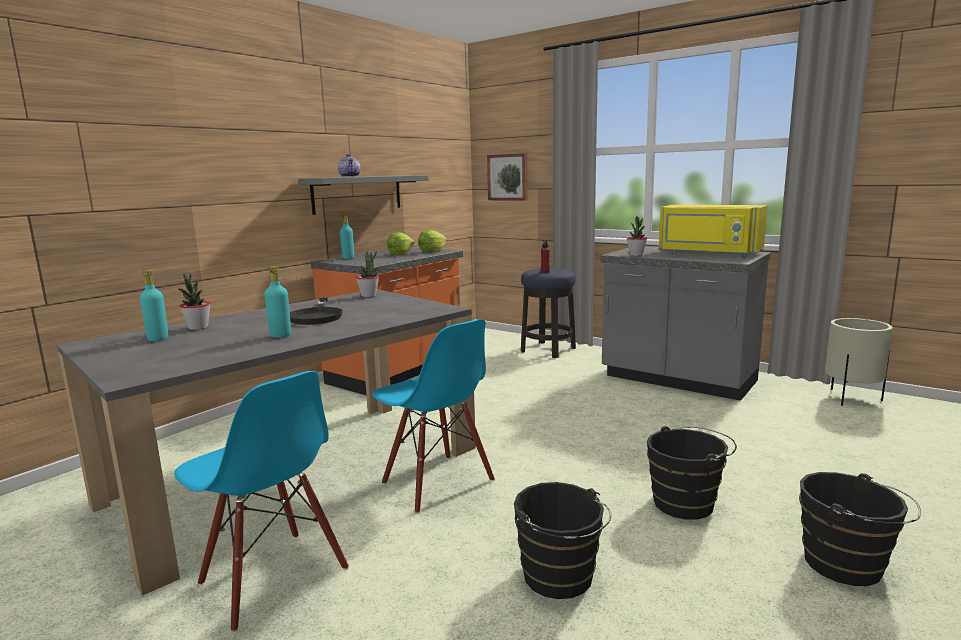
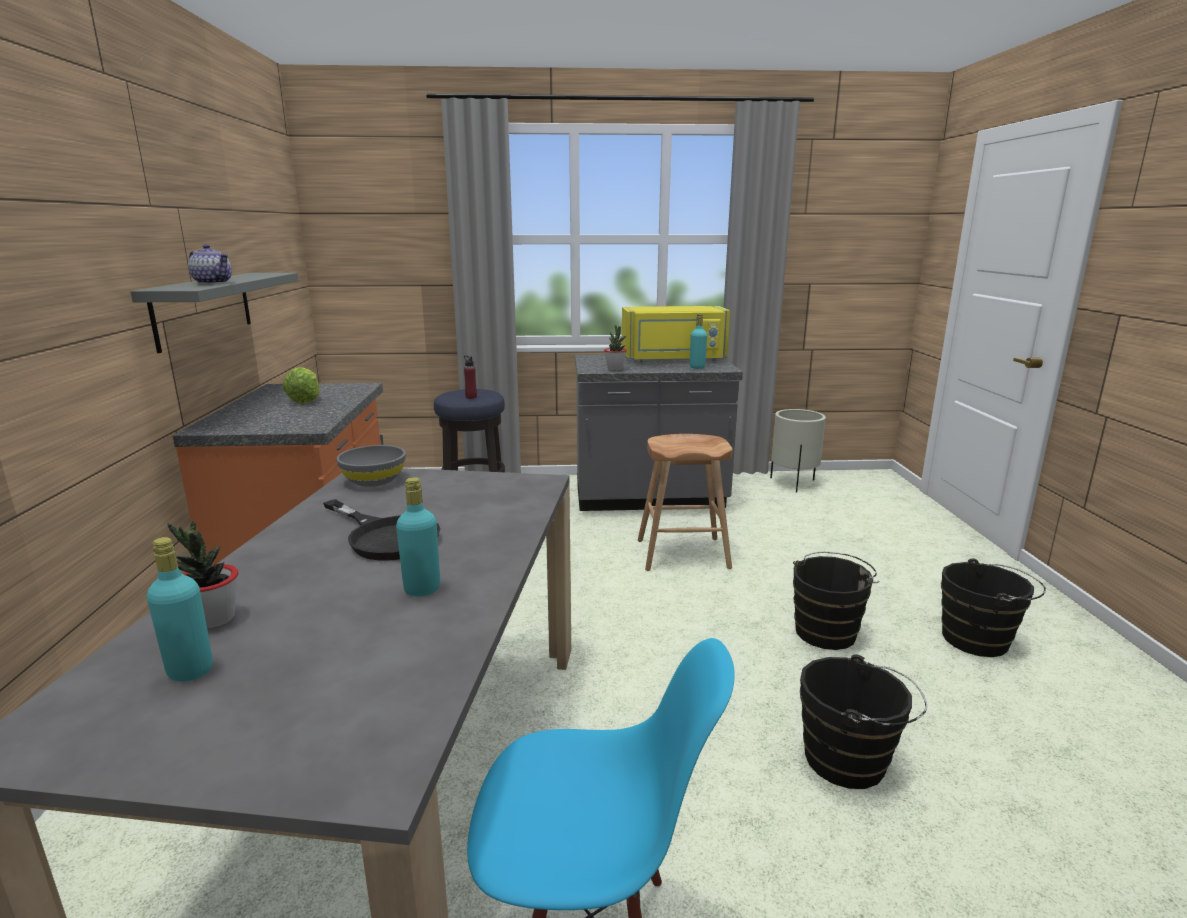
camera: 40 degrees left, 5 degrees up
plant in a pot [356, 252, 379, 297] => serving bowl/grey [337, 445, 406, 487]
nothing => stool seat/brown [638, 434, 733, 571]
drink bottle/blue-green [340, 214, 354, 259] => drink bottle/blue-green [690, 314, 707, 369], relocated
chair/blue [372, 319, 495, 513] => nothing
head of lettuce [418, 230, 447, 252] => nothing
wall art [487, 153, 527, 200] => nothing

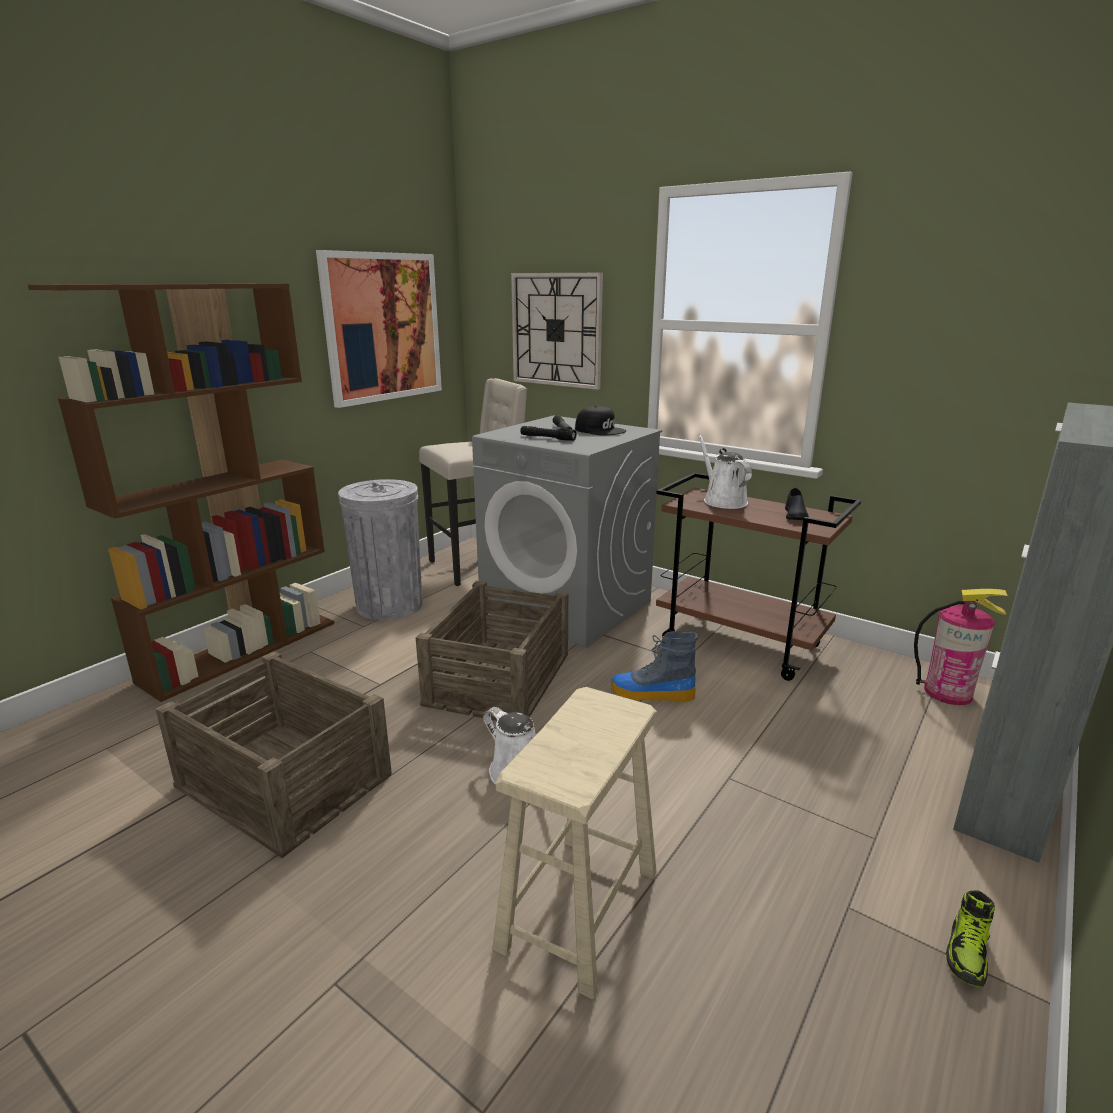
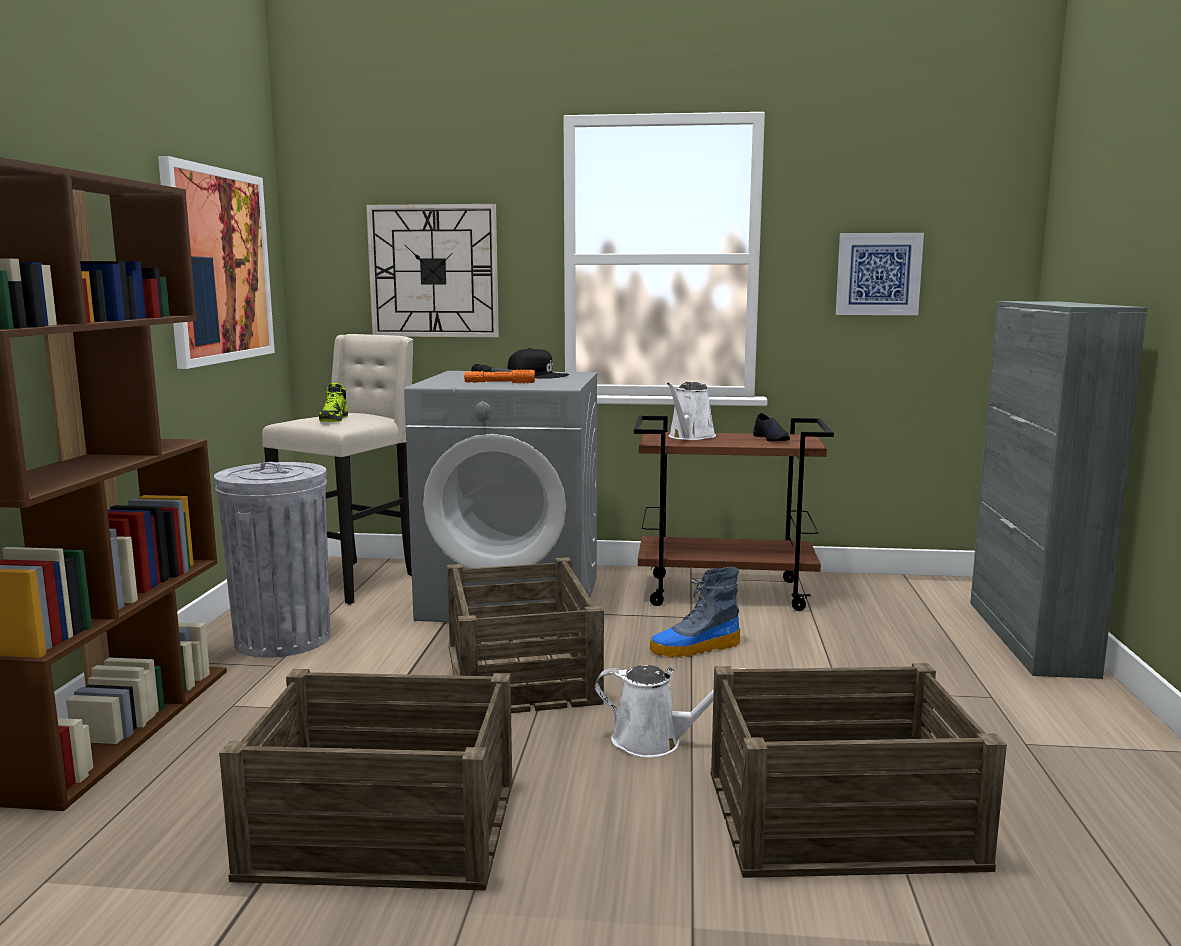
camera: 30 degrees left, 10 degrees down
shoe [946, 890, 995, 987] => shoe [319, 383, 348, 422], relocated
flashlight/blackish [520, 426, 576, 441] => flashlight/orange-coloured [464, 369, 535, 383]
watering pot/white-coloured [697, 434, 752, 509] => watering pot/white-coloured [667, 382, 716, 440], 105 degrees counterclockwise
stool seat/beige-coloured [492, 687, 657, 999] => packing crate [711, 663, 1007, 878]
nothing => wall art [836, 233, 924, 315]
extinguisher [914, 589, 1008, 705] => nothing

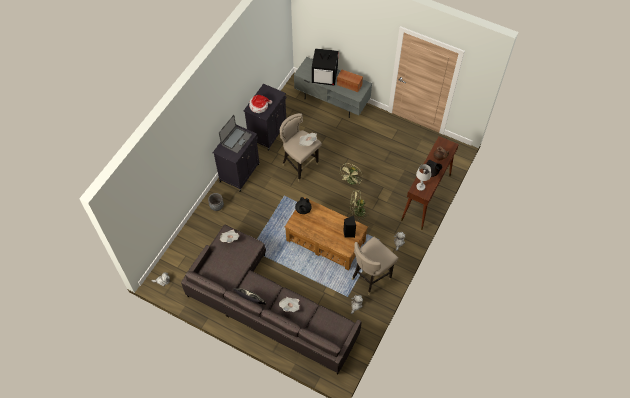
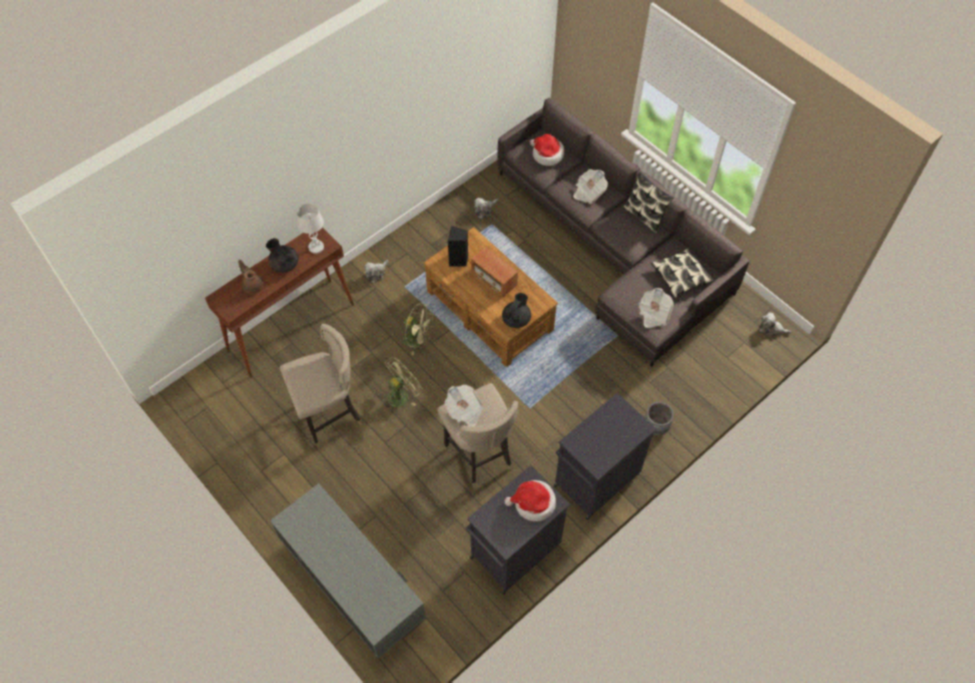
camera: 160 degrees left, 0 degrees up
stool seat/beige-coloured [352, 237, 398, 295] => stool seat/beige-coloured [280, 324, 362, 447], relocated
radio set [337, 69, 363, 92] => radio set [471, 247, 518, 297], relocated
nothing => hat [530, 134, 564, 166]
nothing => pillow [651, 247, 715, 298]
portable computer [219, 115, 252, 153] => nothing
TV set [312, 48, 338, 86] => nothing

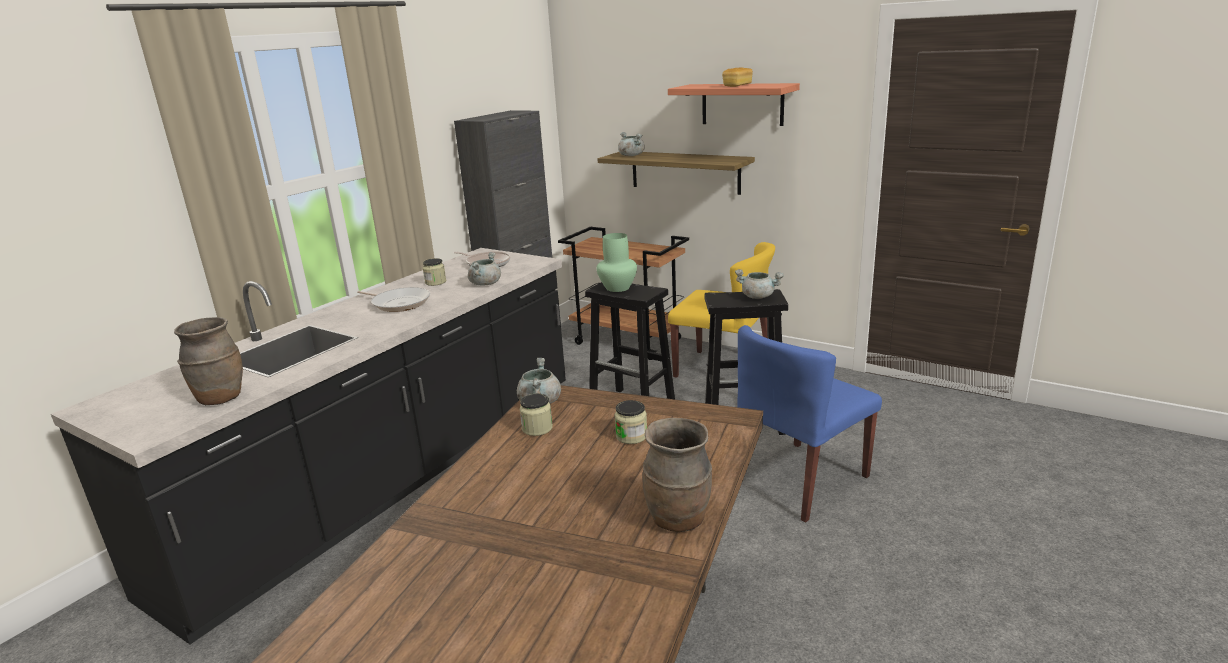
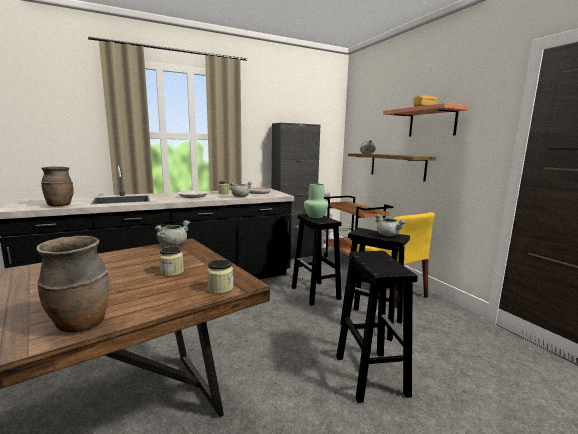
camera: 30 degrees right, 10 degrees down
preserve jar [520, 394, 553, 436] => preserve jar [207, 259, 233, 294], relocated
chair/blue [737, 325, 882, 523] => stool seat/blackish [336, 251, 418, 403]

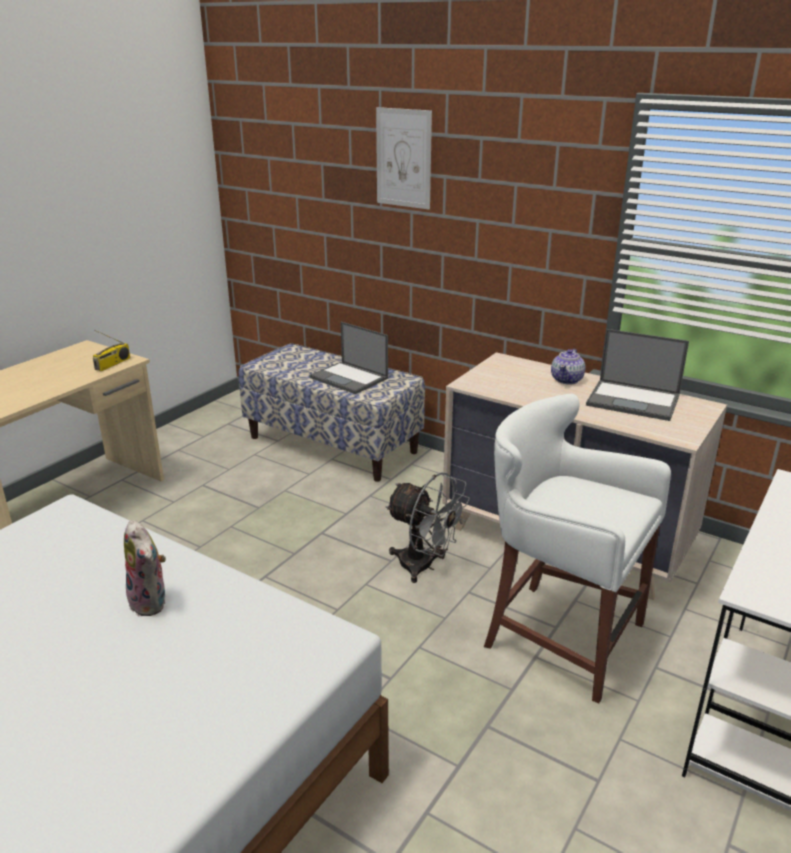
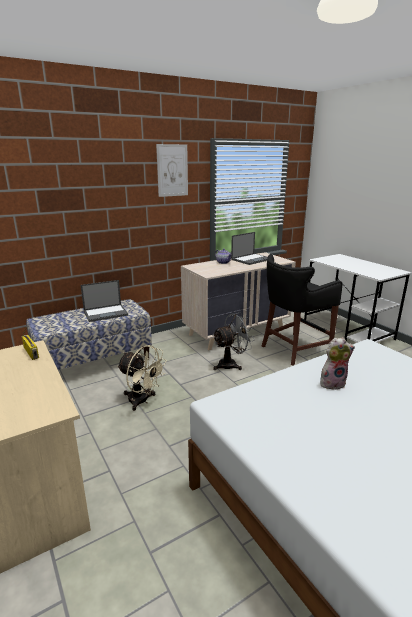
camera: 65 degrees left, 5 degrees down
nothing => electric fan/beige-coloured [117, 345, 167, 411]
wall art [376, 107, 432, 209] => wall art [156, 144, 188, 197], relocated
stool seat/white-coloured [484, 394, 671, 704] => stool seat/blackish [262, 254, 342, 365]

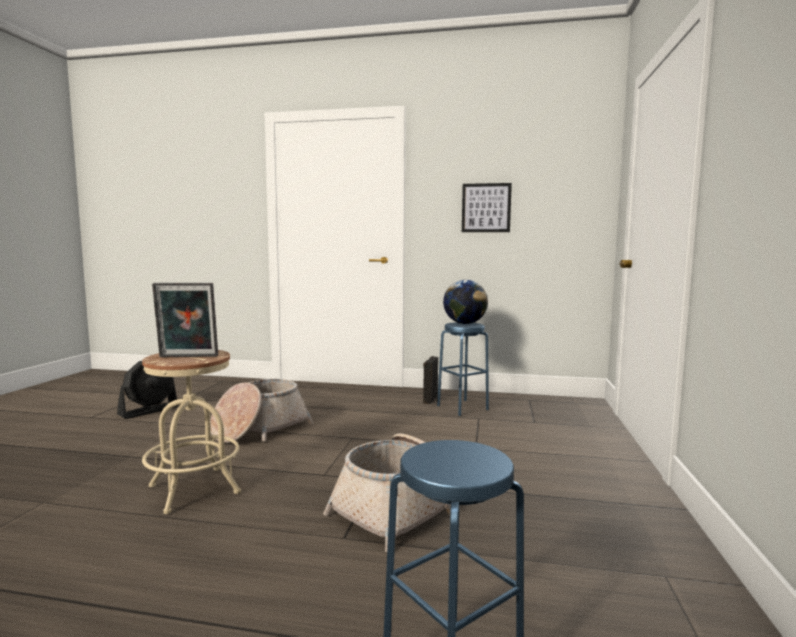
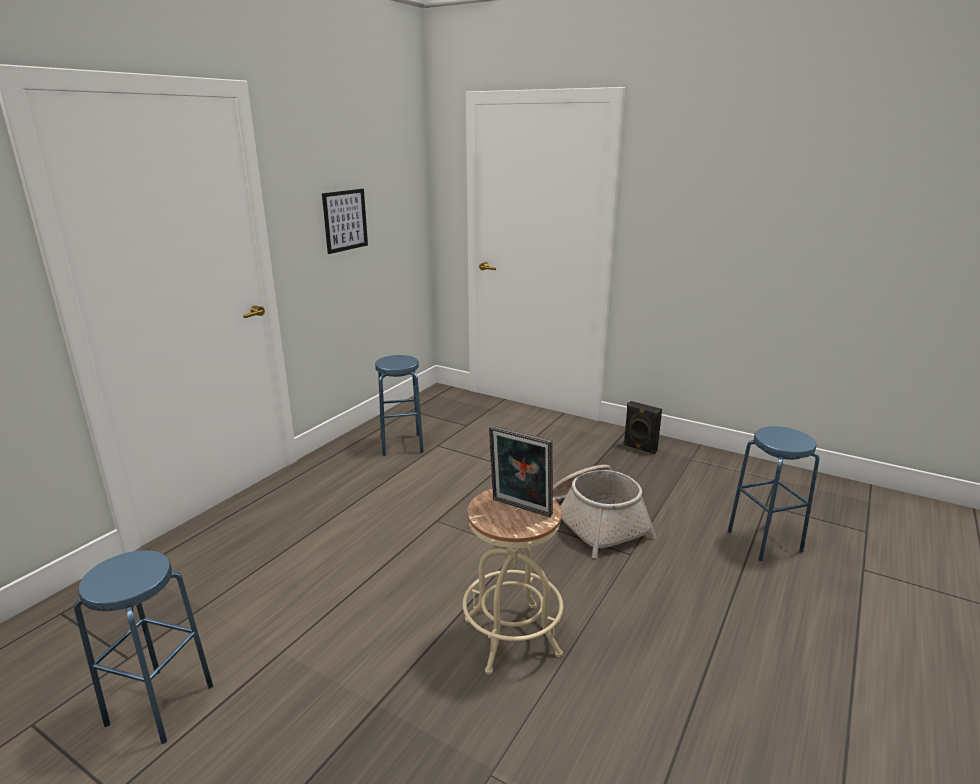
camera: 70 degrees left, 15 degrees up
electric fan/blackish [117, 361, 178, 419] => stool seat/blue [74, 550, 213, 744]
picture frame [152, 283, 218, 357] => picture frame [489, 425, 553, 517], 105 degrees clockwise
audio speaker/blackish [423, 356, 438, 404] => audio speaker/blackish [623, 401, 662, 455], relocated
basket [210, 379, 313, 443] => nothing
desk globe [443, 280, 488, 324] => nothing

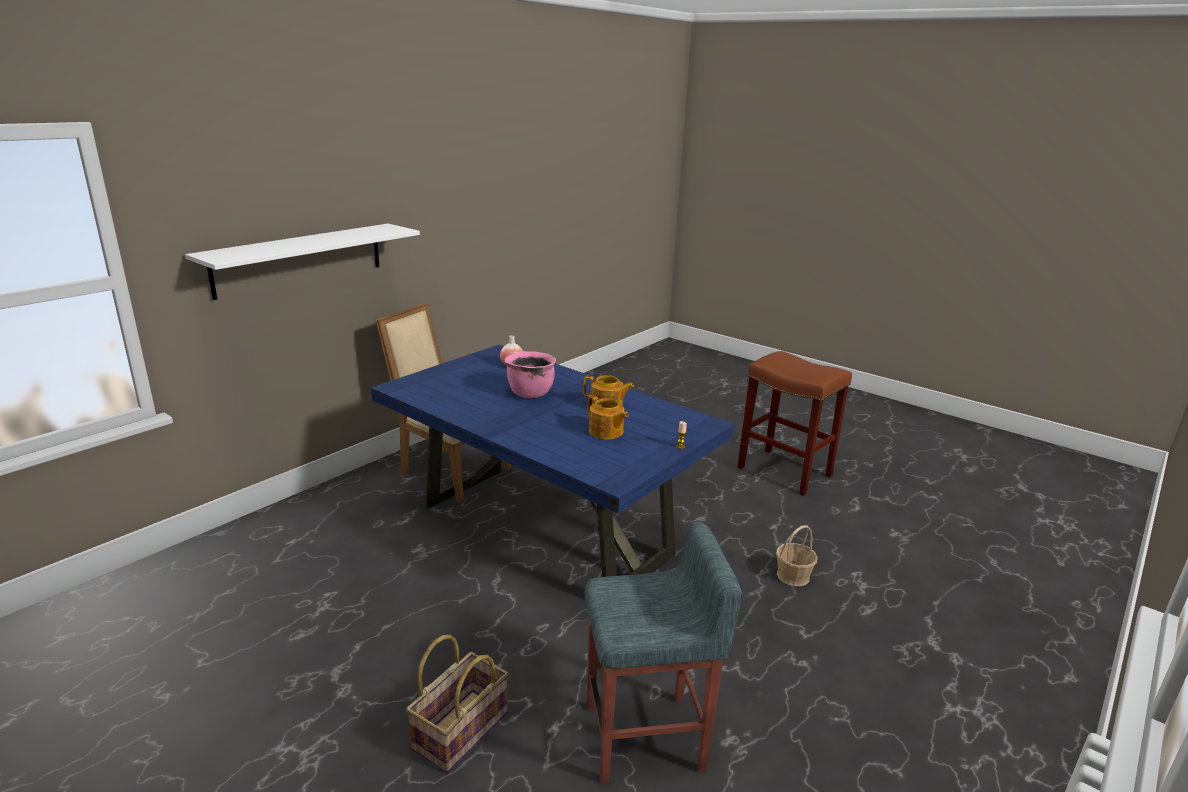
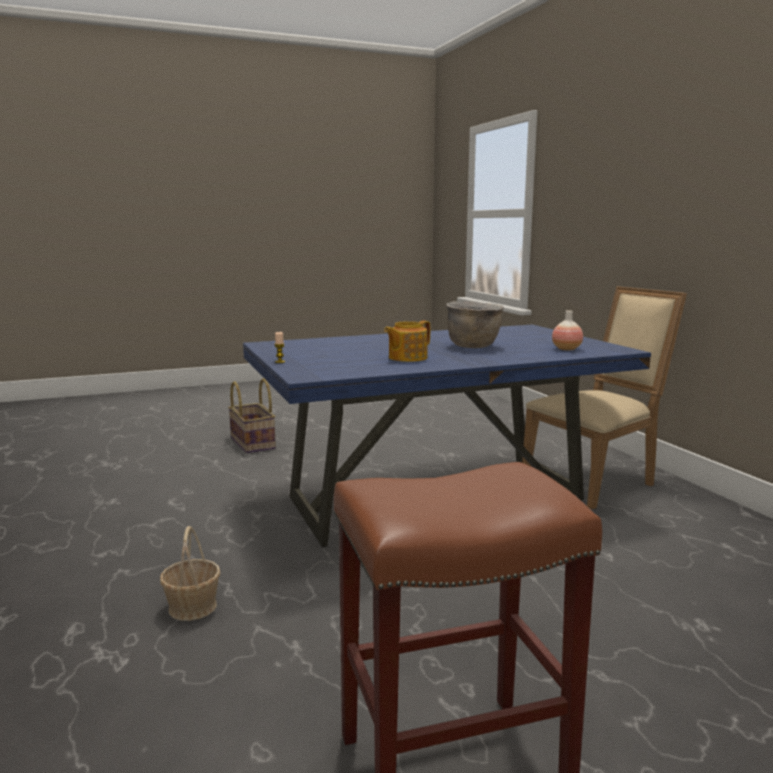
camera: 120 degrees right, 10 degrees down
cooking pot/pinkish [504, 351, 556, 398] => cooking pot/brown [446, 301, 504, 348]
bracket shelf/white-coloured [185, 224, 420, 300] => nothing
stool seat/grey [585, 522, 742, 783] => nothing
pot for tea [588, 395, 629, 440] => nothing

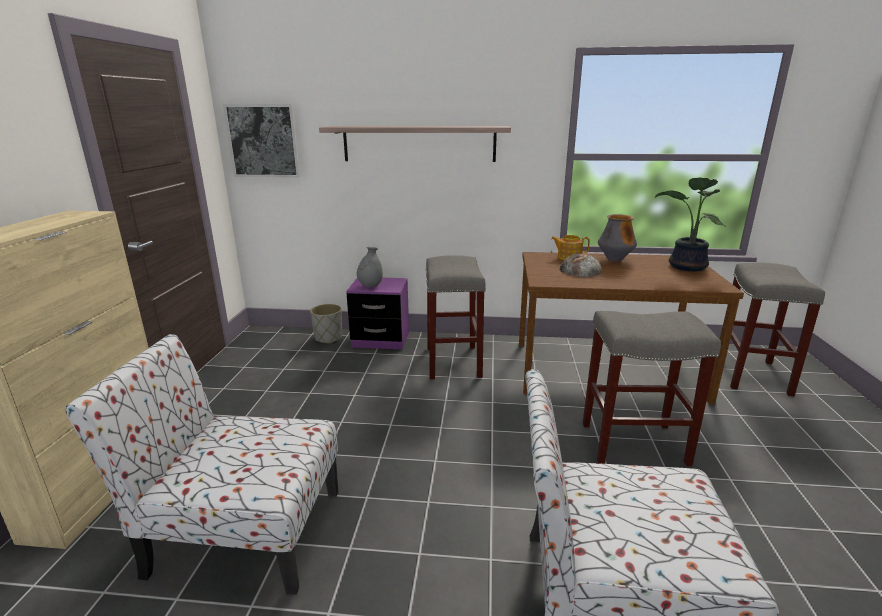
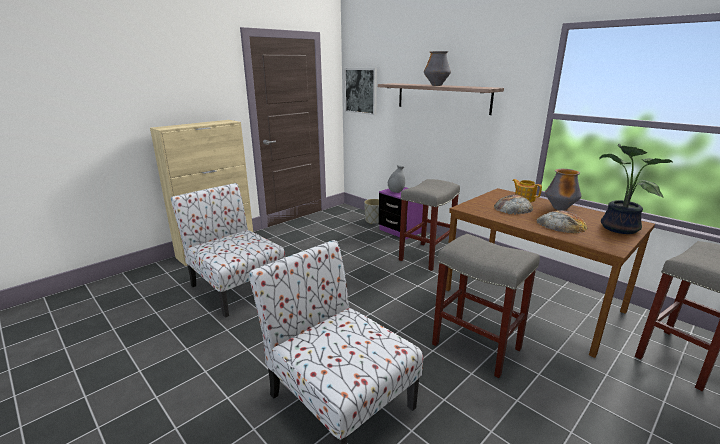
camera: 40 degrees right, 0 degrees up
nothing => flower vase [424, 51, 451, 86]
nothing => baked bread [536, 210, 587, 233]

